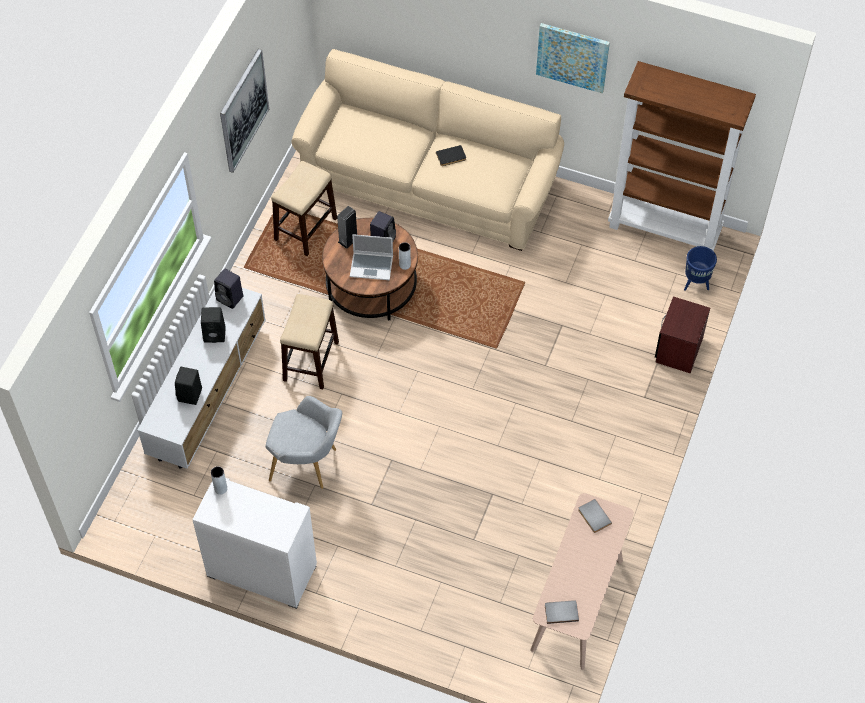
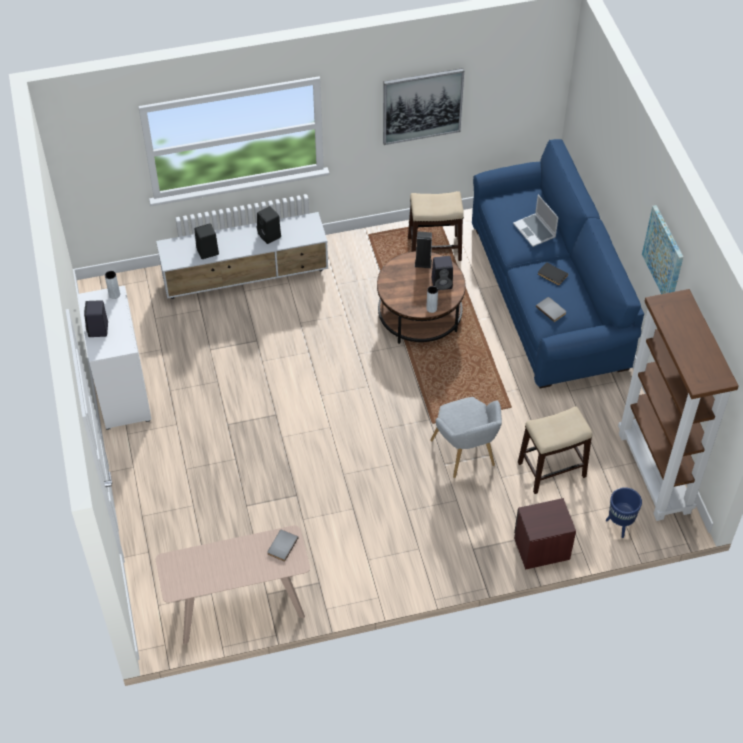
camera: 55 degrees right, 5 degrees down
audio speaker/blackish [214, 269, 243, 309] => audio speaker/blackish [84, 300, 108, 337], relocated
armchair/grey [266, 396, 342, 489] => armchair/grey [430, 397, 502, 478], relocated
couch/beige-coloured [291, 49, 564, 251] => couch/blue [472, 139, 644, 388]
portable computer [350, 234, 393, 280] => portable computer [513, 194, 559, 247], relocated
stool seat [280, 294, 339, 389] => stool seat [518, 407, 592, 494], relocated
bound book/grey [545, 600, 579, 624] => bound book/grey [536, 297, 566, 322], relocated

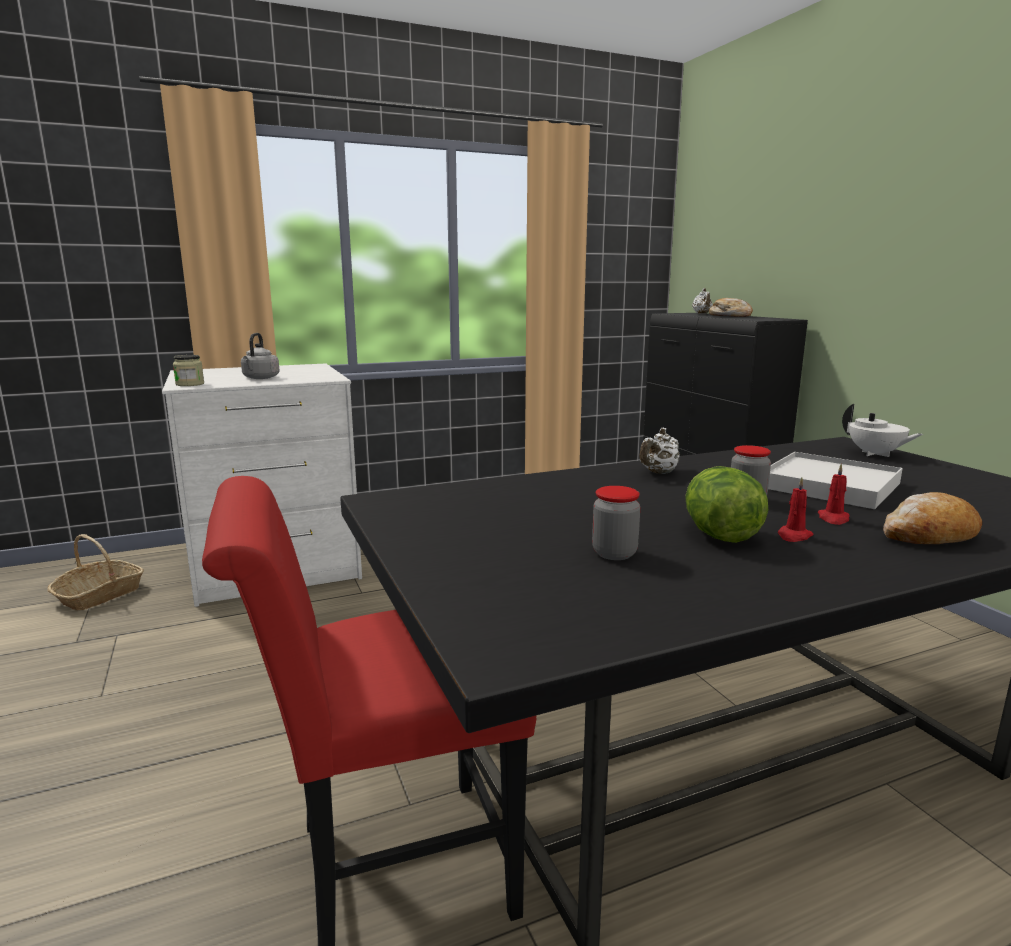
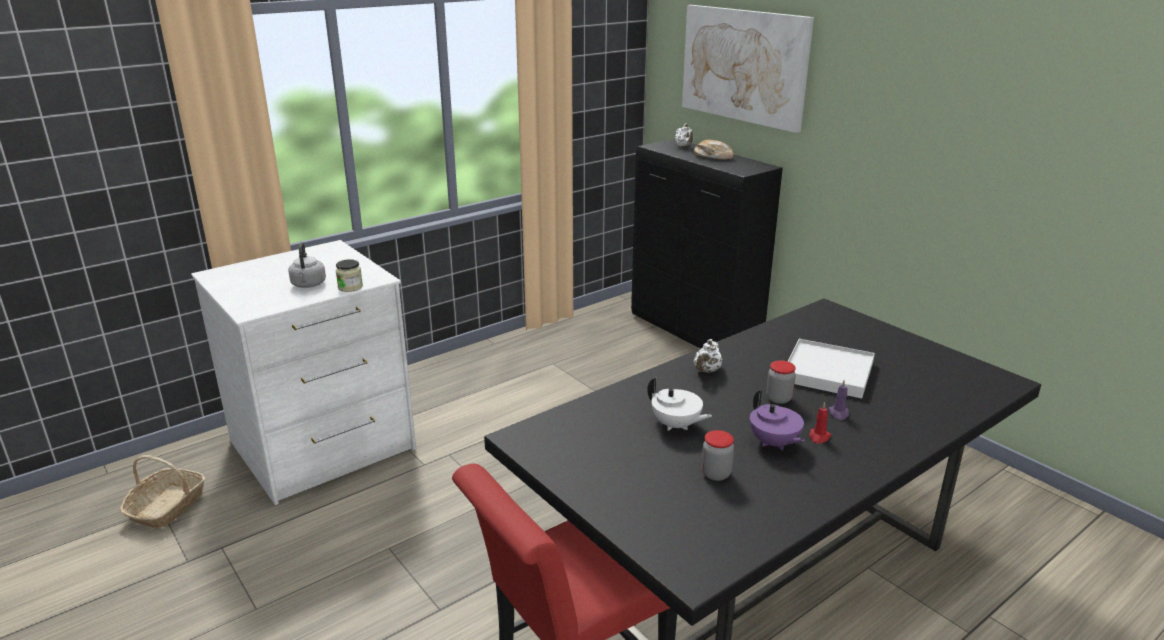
camera: 15 degrees left, 10 degrees up
preserve jar [173, 355, 204, 386] => preserve jar [335, 259, 363, 292], relocated
pot for tea/white-coloured [842, 404, 923, 457] => pot for tea/white-coloured [647, 377, 712, 431], relocated
nothing => wall art [682, 5, 814, 133]
head of lettuce [685, 466, 768, 543] => pot for tea/purplish [750, 390, 805, 450]
wax candle/red-coloured [818, 463, 850, 525] => wax candle/purplish [828, 380, 849, 420]
baked bread [883, 492, 982, 544] => nothing

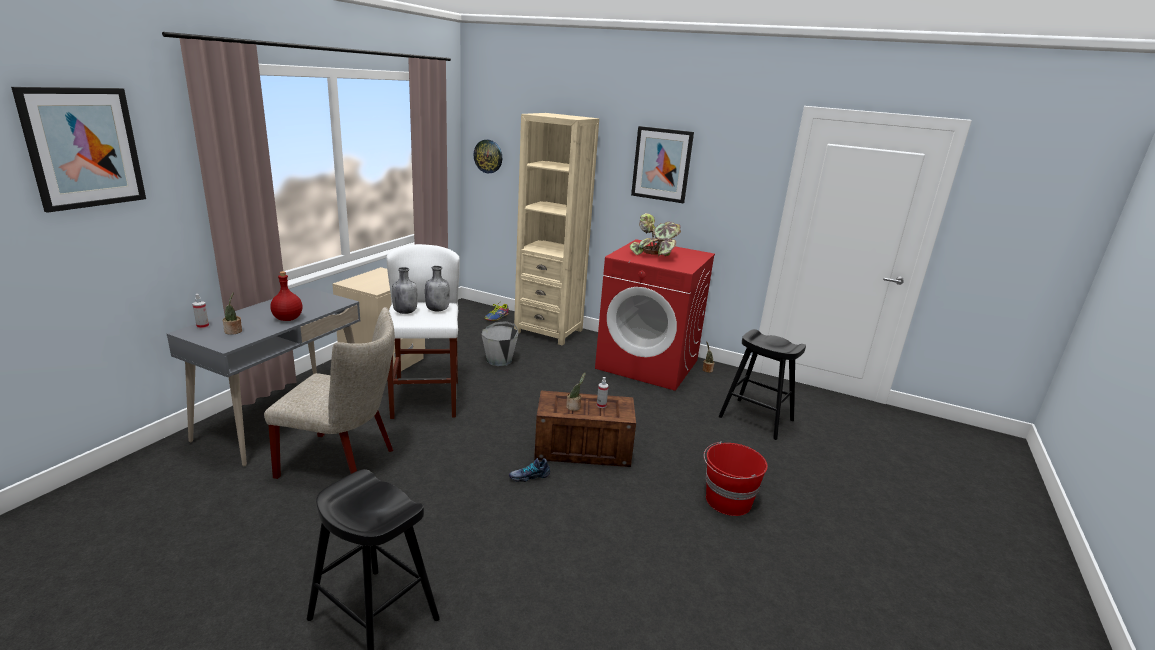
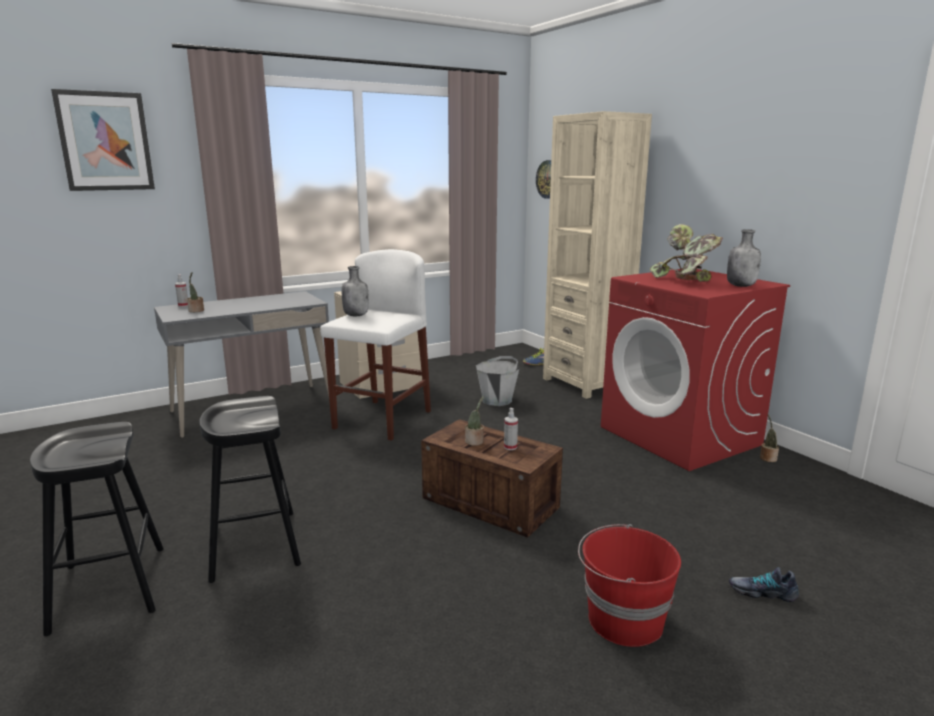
camera: 35 degrees right, 5 degrees down
stool seat/blackish [719, 329, 806, 440] => stool seat/blackish [200, 396, 301, 583], relocated
drink bottle/grey [425, 266, 450, 312] => drink bottle/grey [727, 229, 761, 287], relocated
shoe [509, 458, 550, 482] => shoe [729, 567, 799, 602], relocated
chair/beige-coloured [264, 307, 395, 479] => nothing
drink bottle/red-coloured [270, 271, 302, 321] => nothing
wall art [631, 126, 694, 203] => nothing

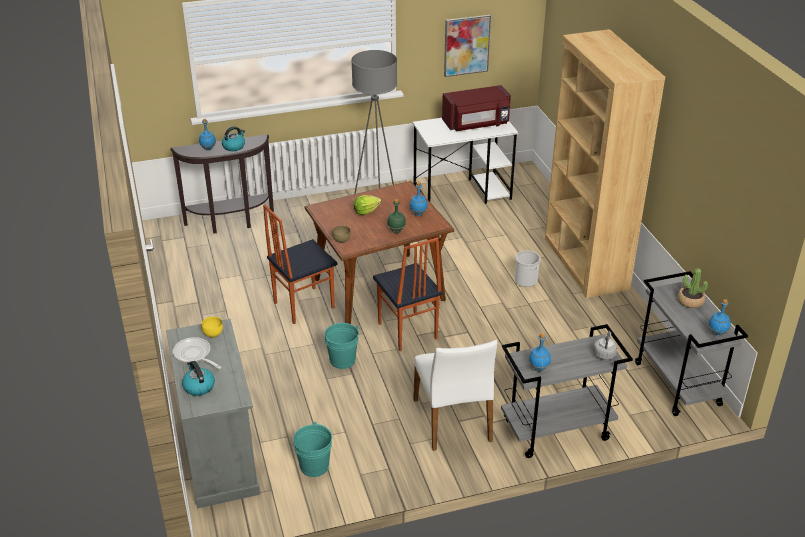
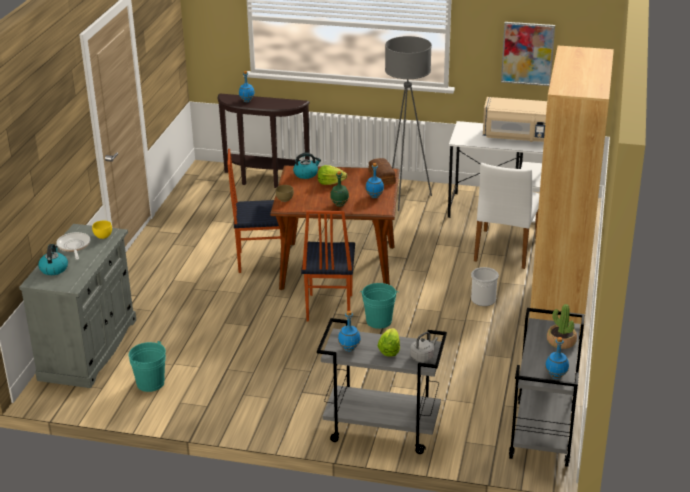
camera: 30 degrees right, 5 degrees down
water kettle [222, 126, 245, 151] => water kettle [293, 153, 321, 179], relocated
water bucket/blue-green [324, 323, 360, 369] => water bucket/blue-green [360, 283, 399, 329], relocated
nothing => baked bread [368, 158, 396, 185]
nothing => head of lettuce [377, 328, 400, 357]
chair/white-coloured [413, 340, 497, 451] => chair/white-coloured [474, 163, 540, 269], relocated
microwave oven/red-coloured [442, 85, 511, 131] => microwave oven/beige-coloured [483, 97, 547, 142]

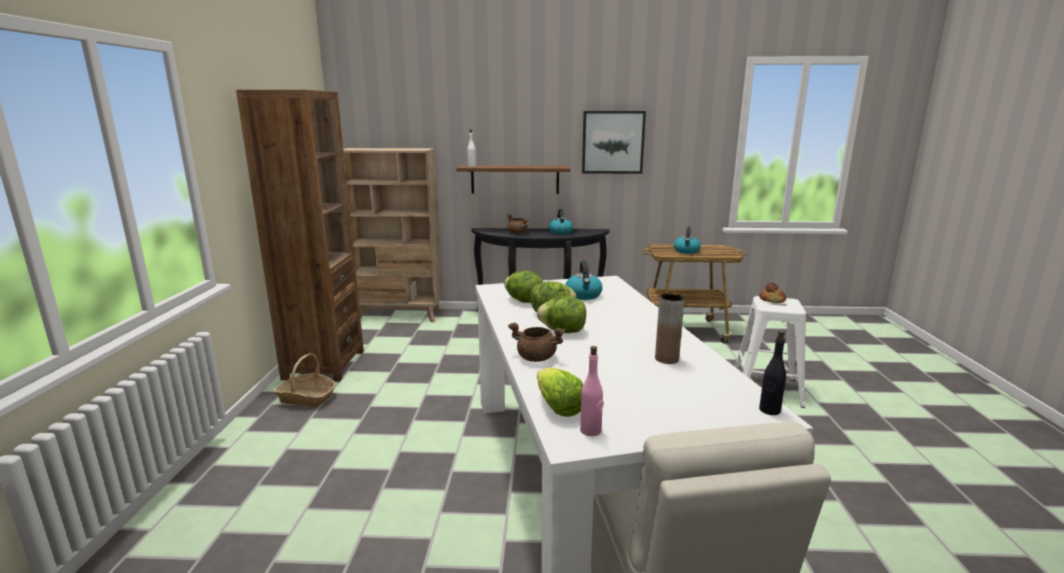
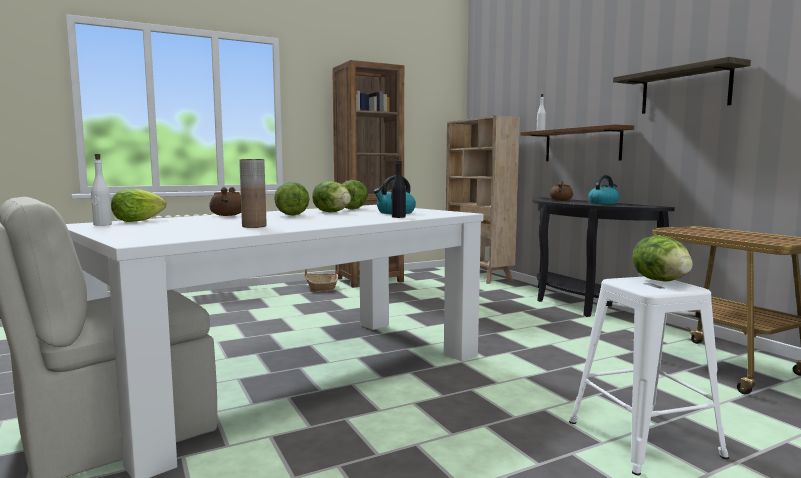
camera: 60 degrees right, 10 degrees down
drink bottle/pinkish [580, 346, 604, 436] => drink bottle/white-coloured [91, 154, 112, 226]
drink bottle/blackish [759, 330, 786, 415] => drink bottle/blackish [391, 156, 406, 218], relocated
wall art [582, 111, 646, 174] => bracket shelf [613, 57, 751, 114]
baked bread [759, 283, 786, 303] => head of lettuce [632, 235, 693, 282]
water kettle [674, 227, 701, 254] => nothing

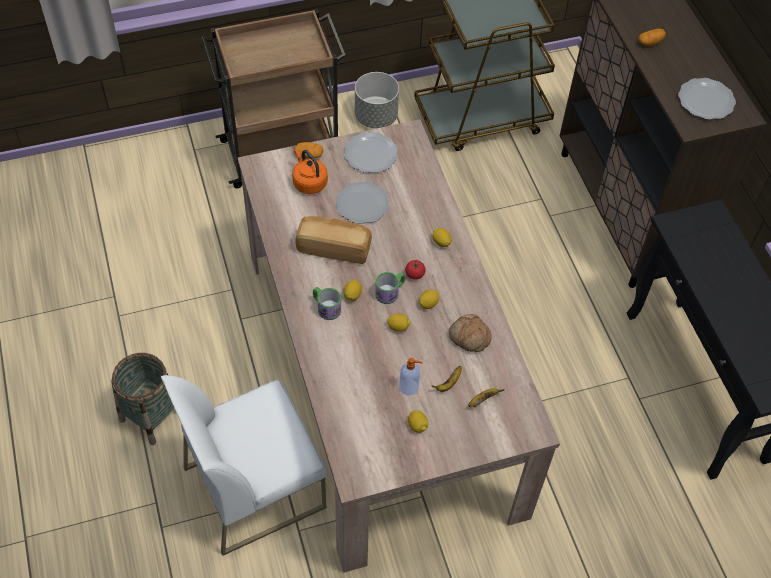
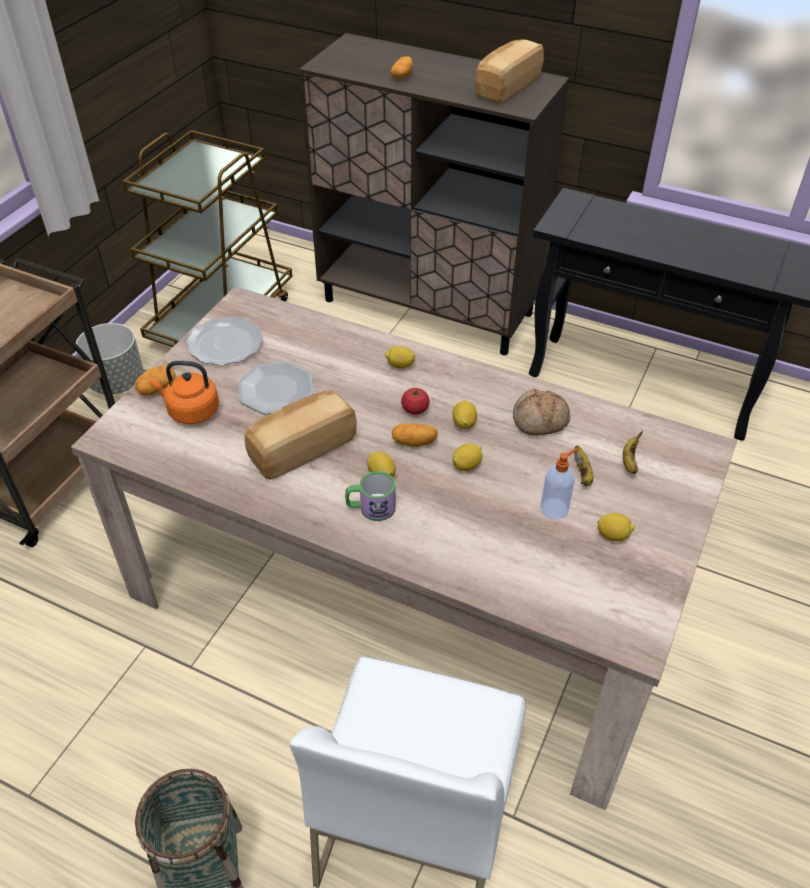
camera: 45 degrees left, 10 degrees down
tea mug [375, 272, 405, 304] => spud [392, 424, 437, 447]
dinner plate [678, 78, 736, 120] => baked bread [475, 39, 544, 104]

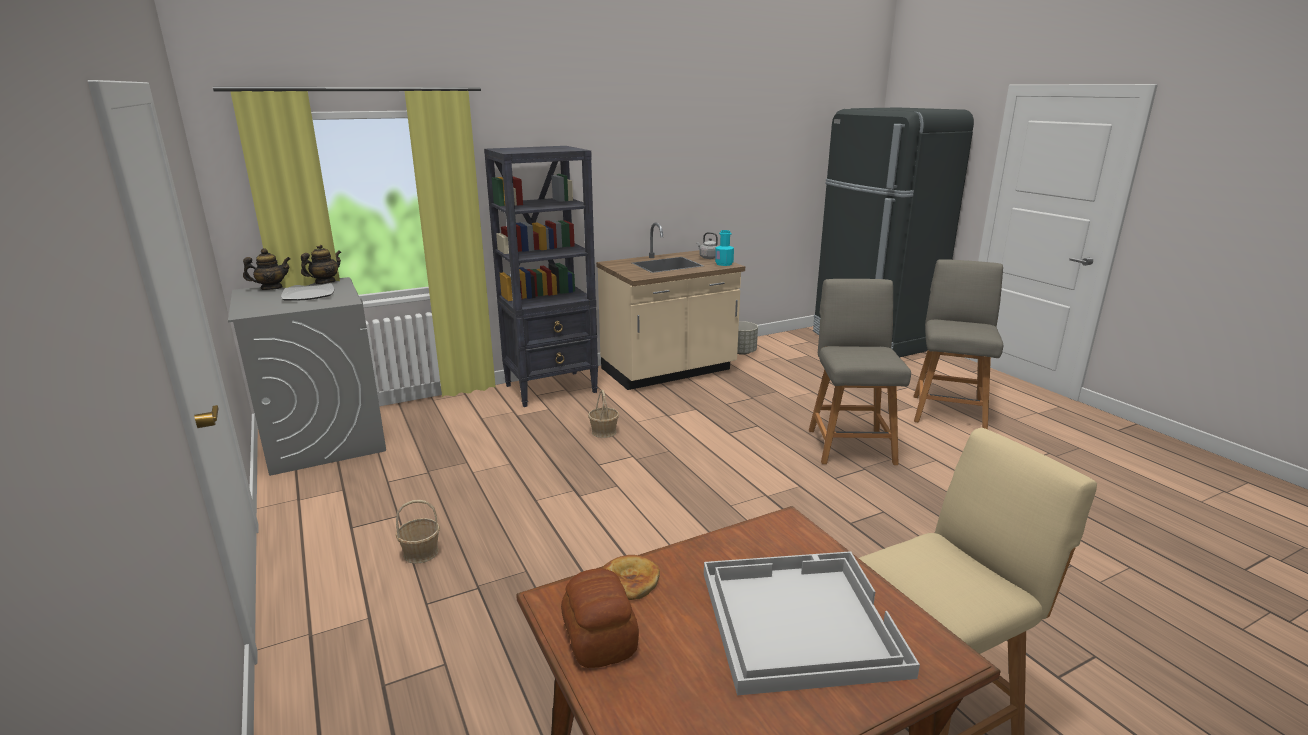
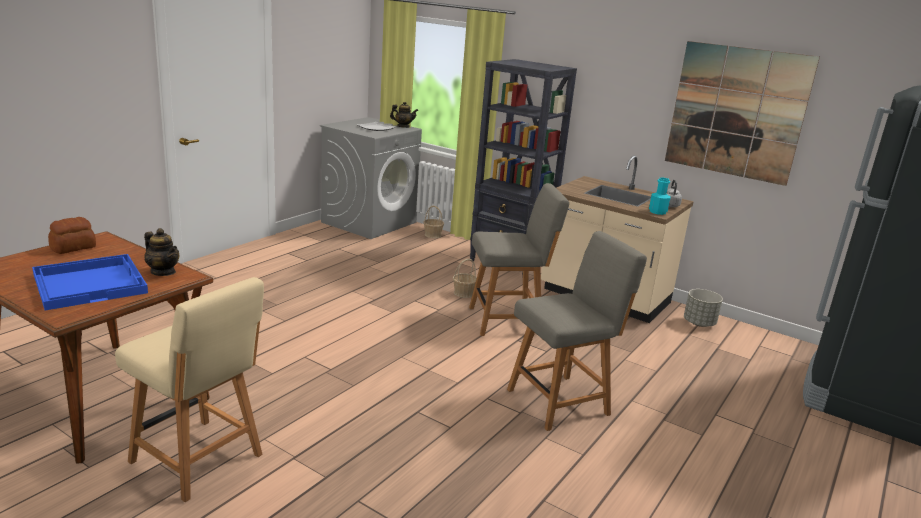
camera: 60 degrees right, 0 degrees up
carrying tray/white-coloured [704, 551, 920, 695] => carrying tray/blue [32, 254, 148, 310]
pot for tea [243, 248, 290, 290] => pot for tea [144, 228, 179, 276], relocated
basket [396, 500, 440, 564] => basket [423, 206, 444, 238], relocated
chair/grey [914, 259, 1004, 429] => chair/grey [469, 183, 569, 336], relocated
nothing => wall art [665, 41, 820, 186]
baked bread [603, 555, 660, 600] => nothing

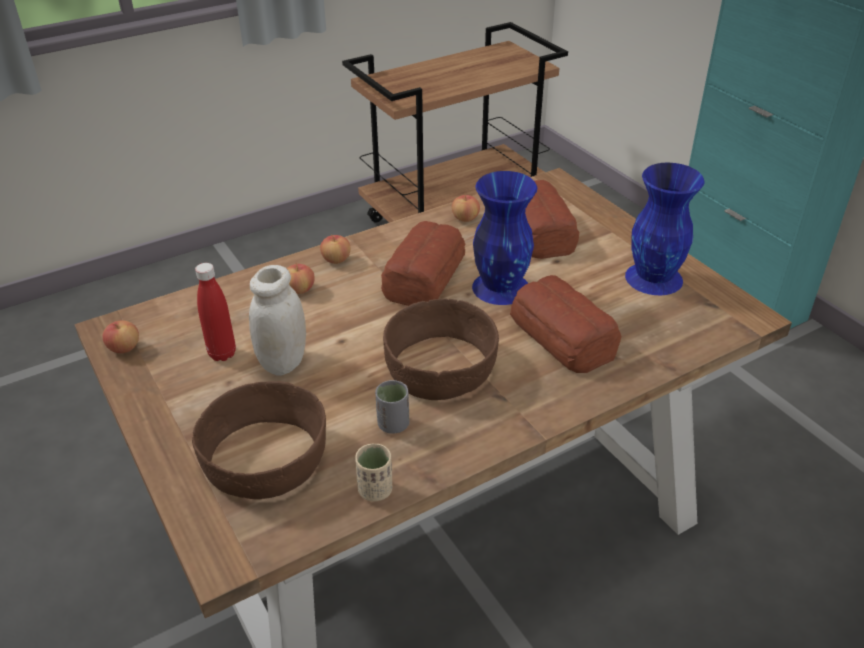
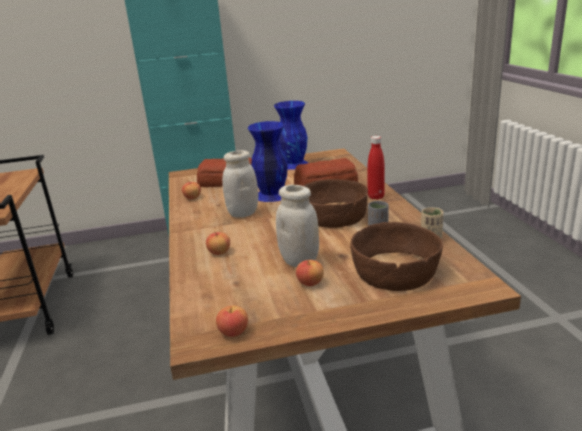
camera: 70 degrees left, 15 degrees down
baked bread [381, 221, 465, 306] => preserve jar/white-coloured [222, 150, 258, 218]
apple fruit [320, 235, 351, 264] => apple fruit [296, 260, 324, 286], relocated
drink bottle/red-coloured [195, 263, 236, 361] => drink bottle/red-coloured [368, 136, 385, 200], relocated

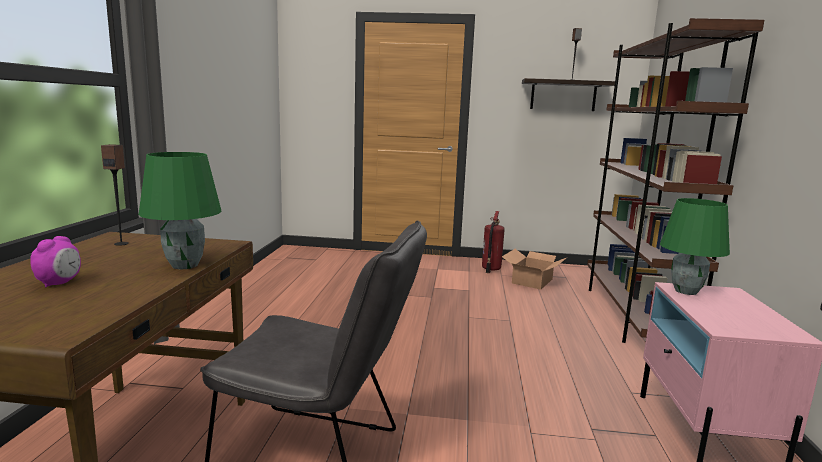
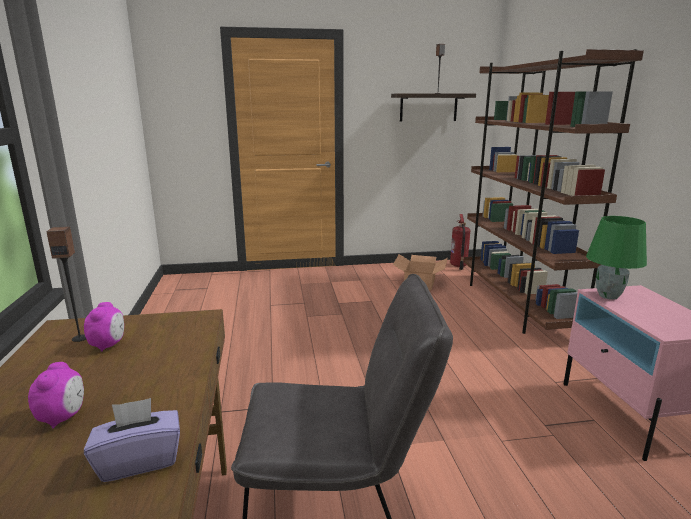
camera: 15 degrees left, 5 degrees up
nothing => table clock [84, 302, 124, 352]
nothing => tissue box/purplish [84, 398, 180, 482]
extinguisher [482, 211, 505, 273] => extinguisher [450, 214, 470, 270], relocated
lamp for a table/green [139, 152, 222, 269] => nothing

